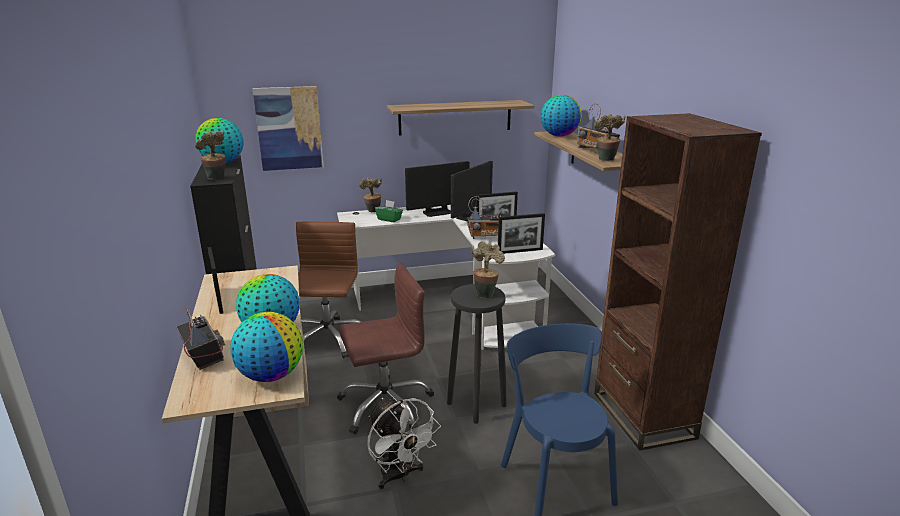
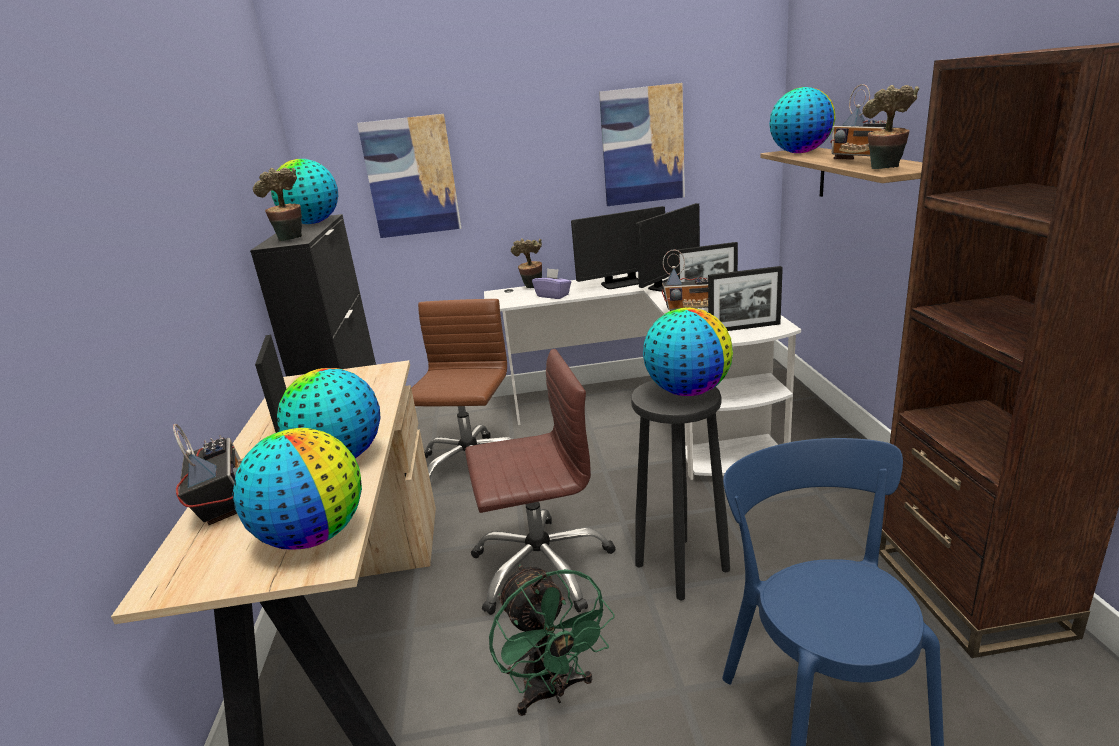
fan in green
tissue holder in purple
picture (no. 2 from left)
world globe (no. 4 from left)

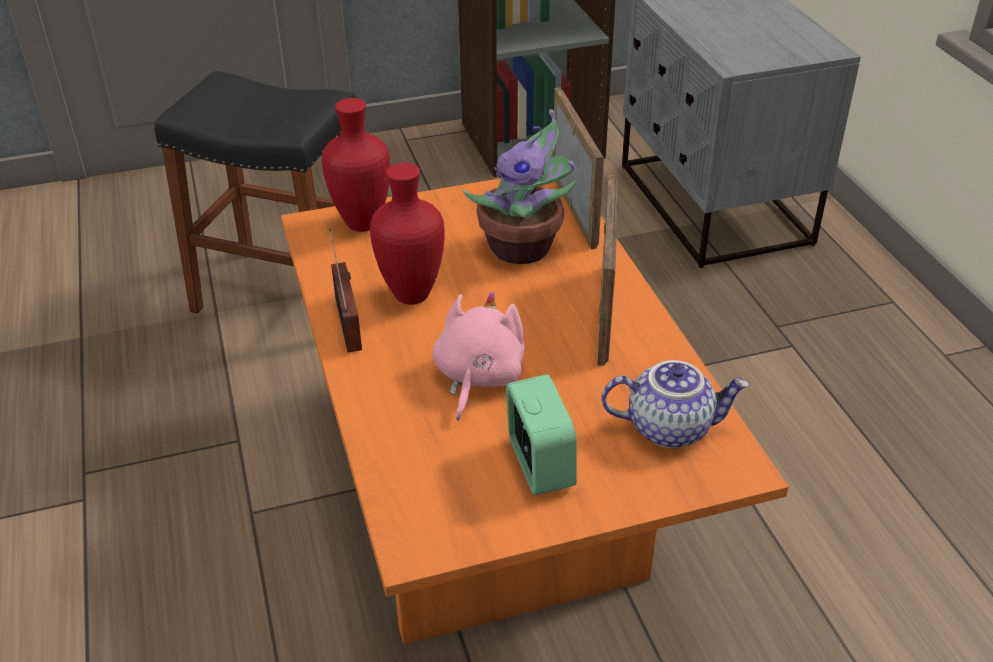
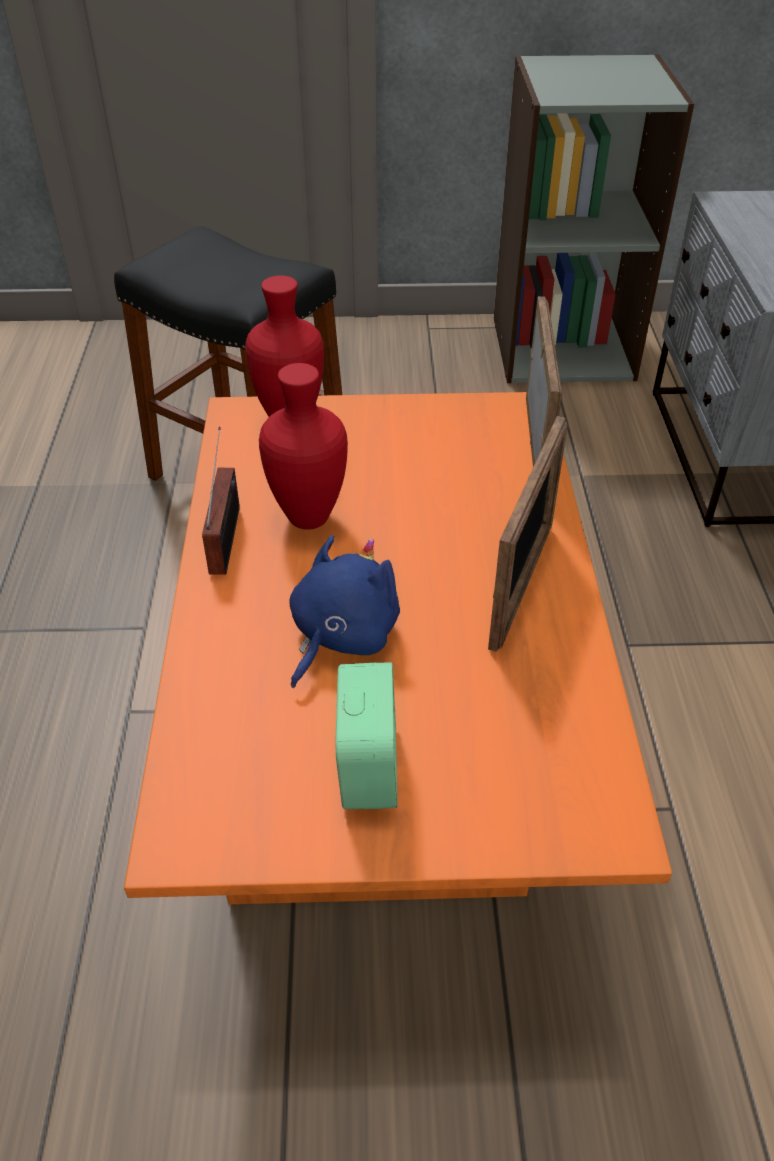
cuddly toy in bluish
houseplant
teapot

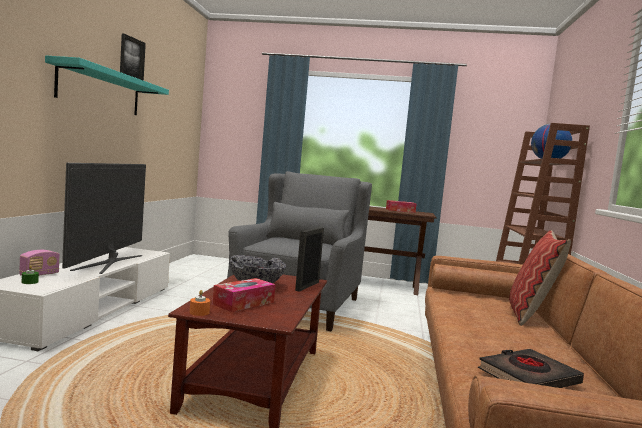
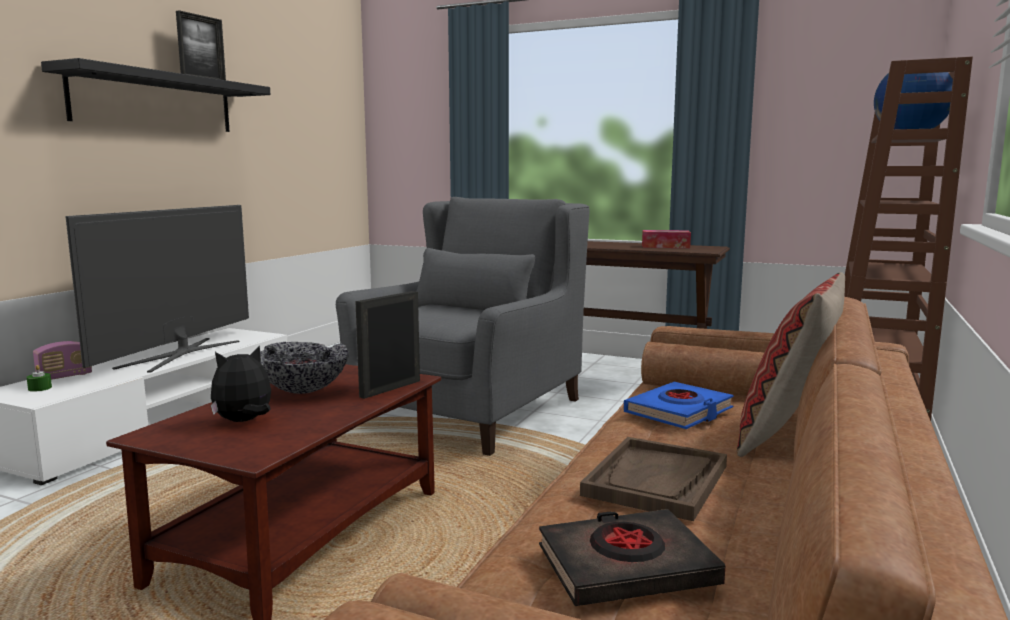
shelf in black
cuddly toy
carrying tray in brown-coloured
bound book in bluish
wax candle in orange-coloured

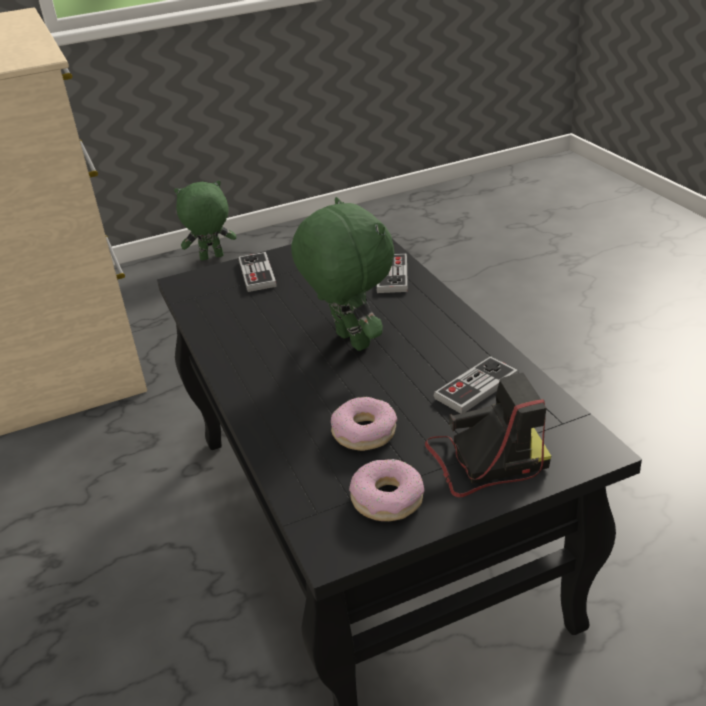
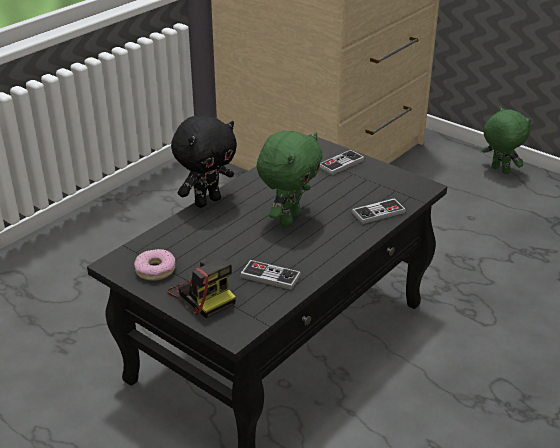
cuddly toy in black
doughnut (no. 1 from left in the first image)

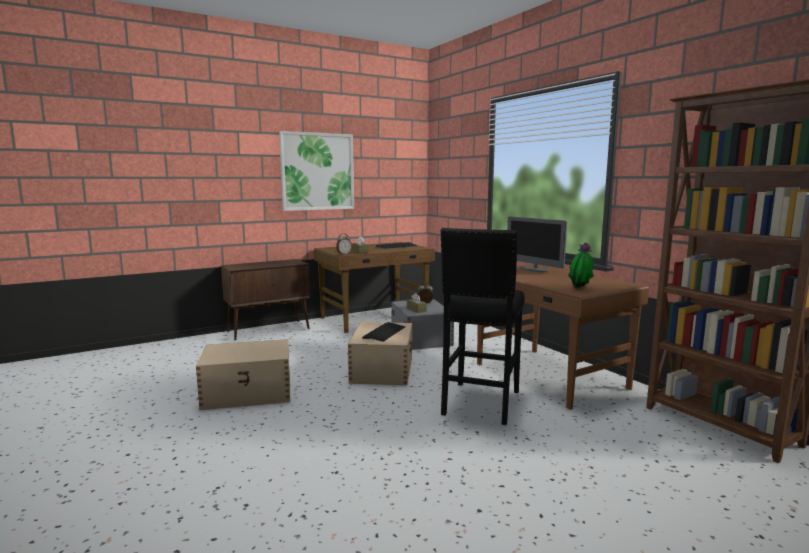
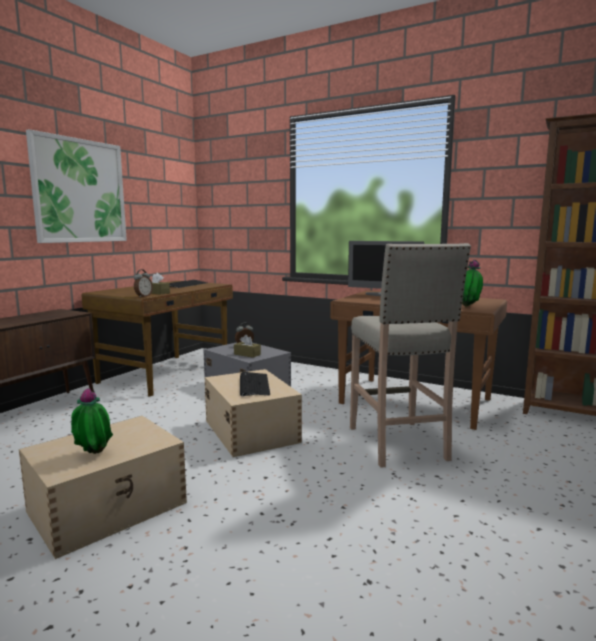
houseplant (no. 1 from left)
sitting stool in beige

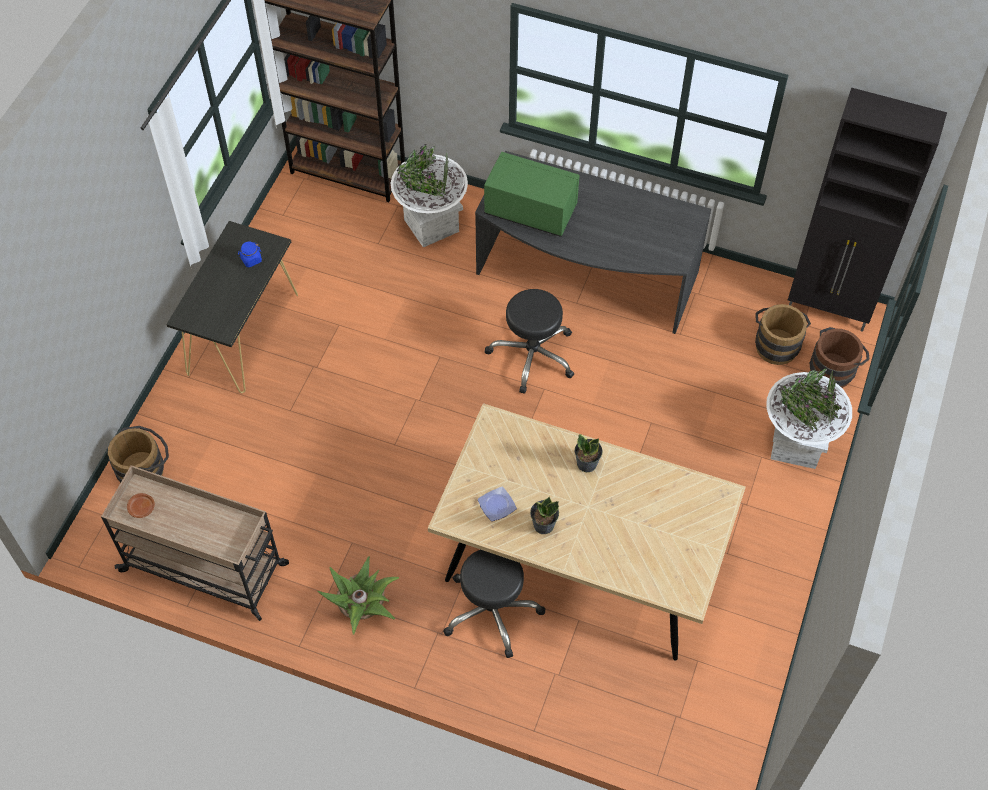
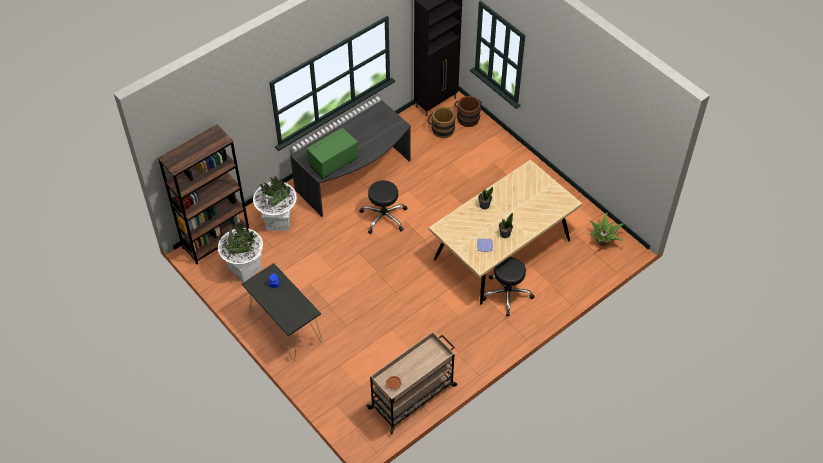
flower pot in white-coloured (no. 1 from left)
houseplant (no. 3 from left)
water bucket in brown-coloured (no. 1 from left in the first image)

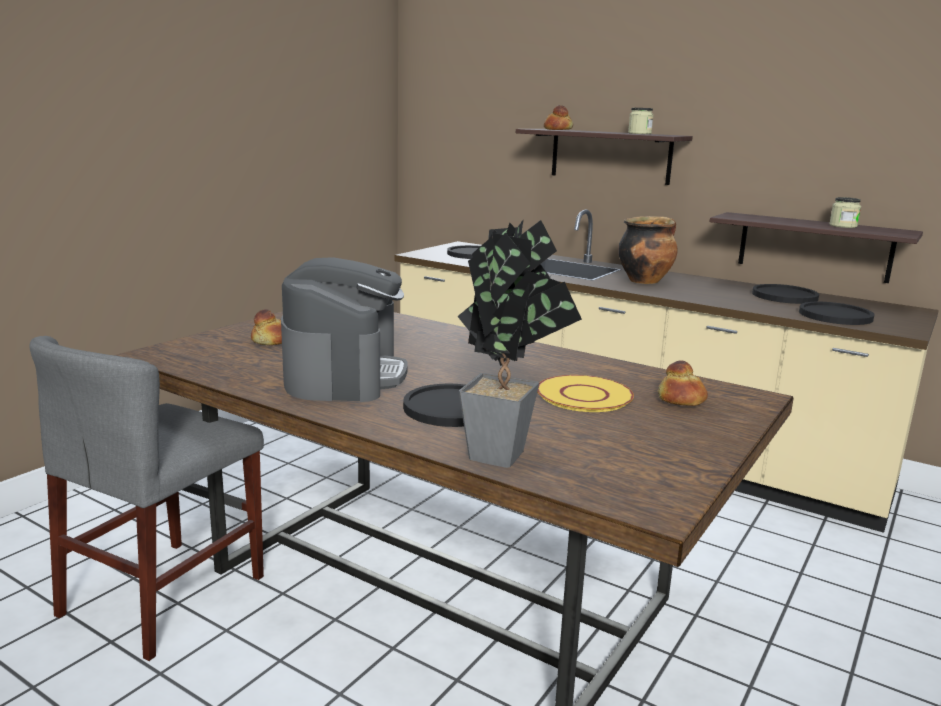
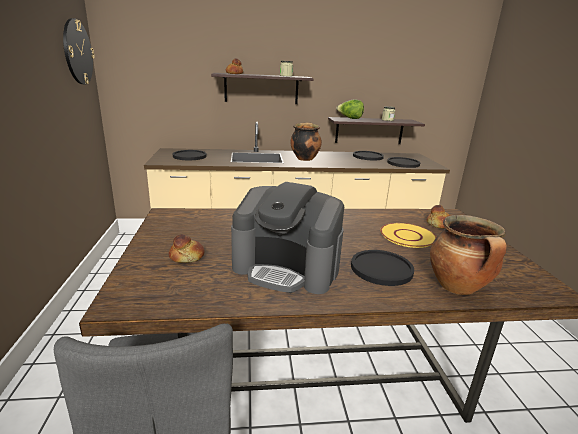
wall clock
coffee machine
lettuce head
cooking pot (no. 2 from left)

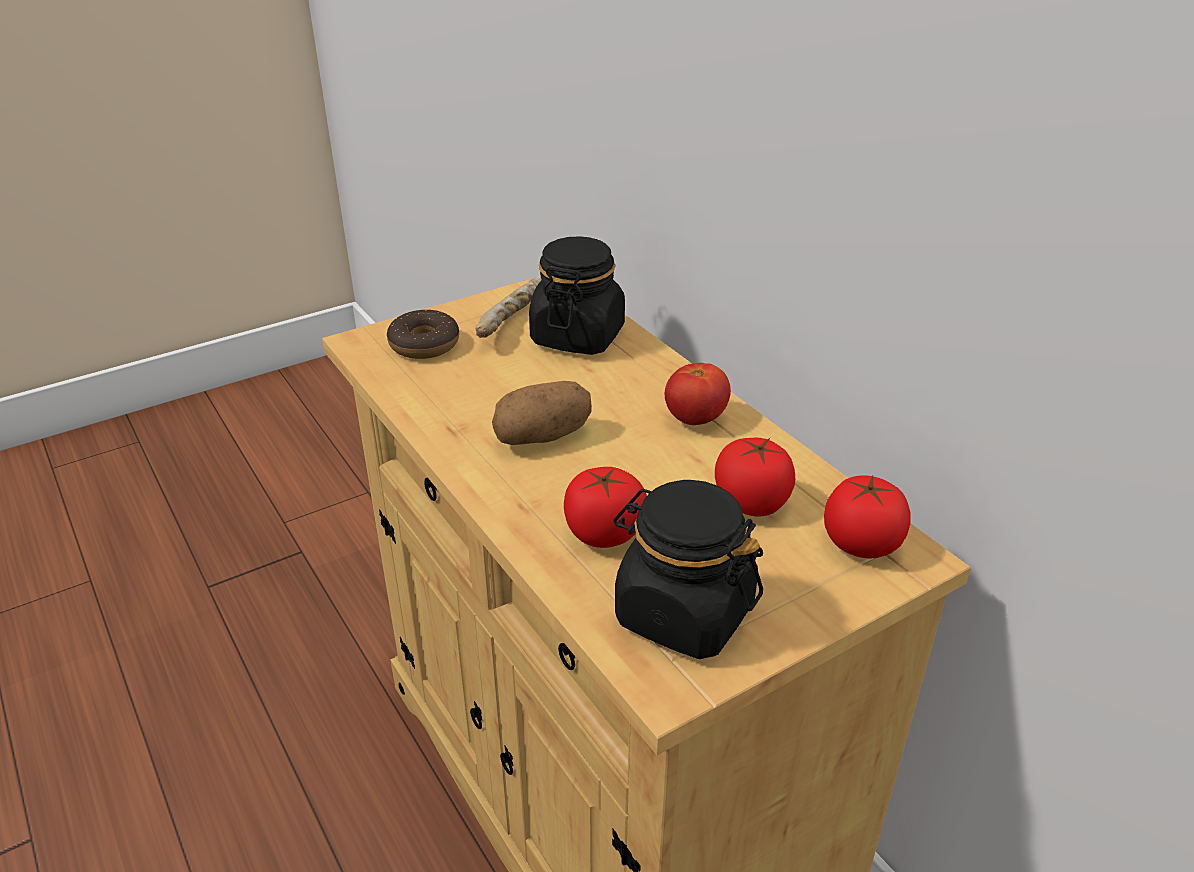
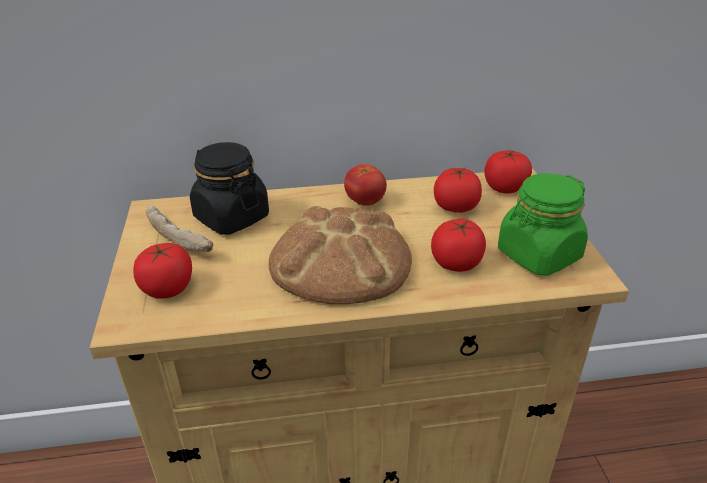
whole tomato (no. 1 from left)
bakery bread (no. 2 from left)
storage jar in green

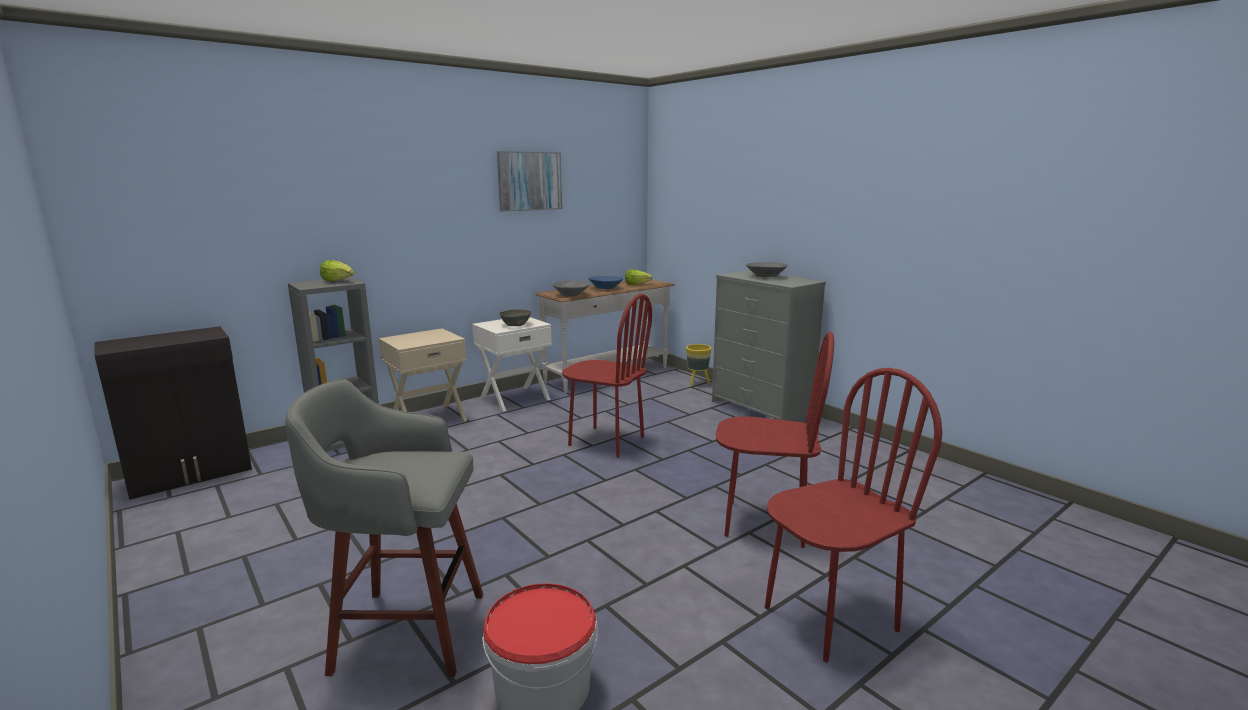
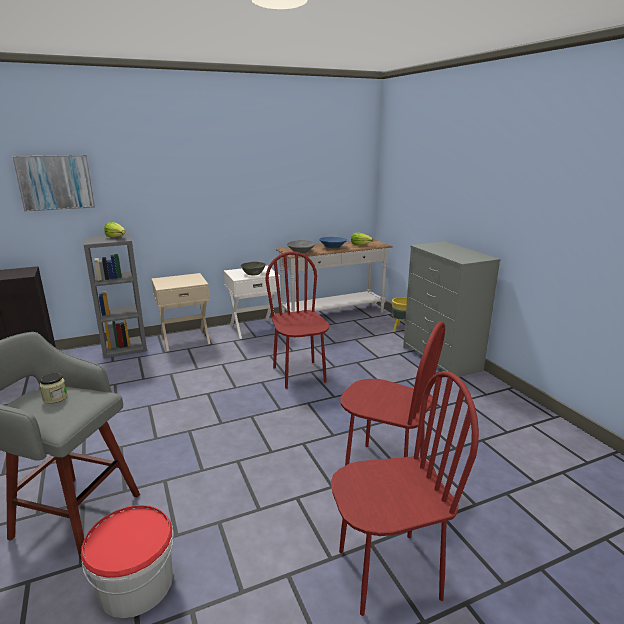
picture
storage jar
upright chair in red-coloured (no. 1 from left)
bowl in gray (no. 3 from left in the first image)

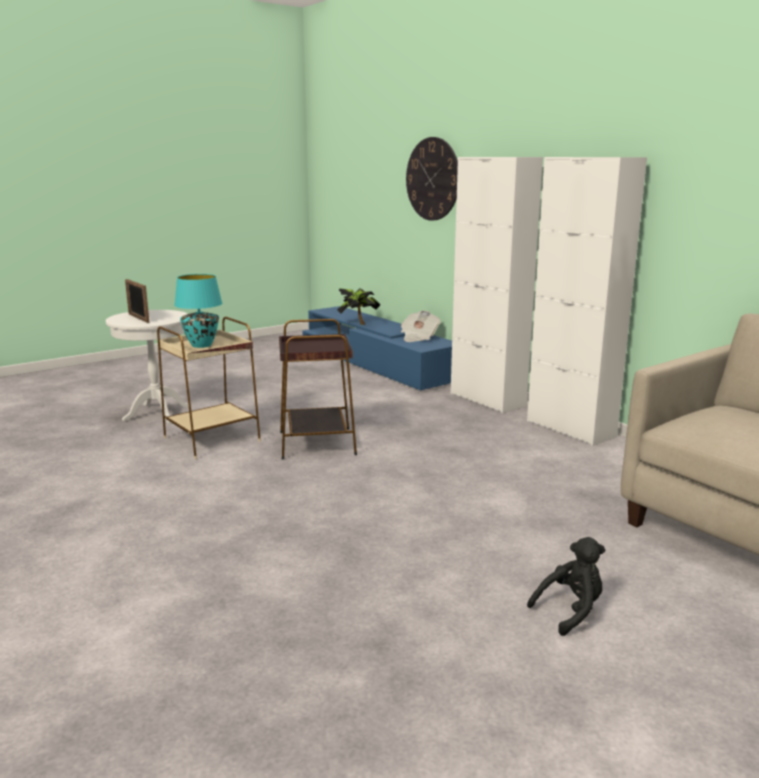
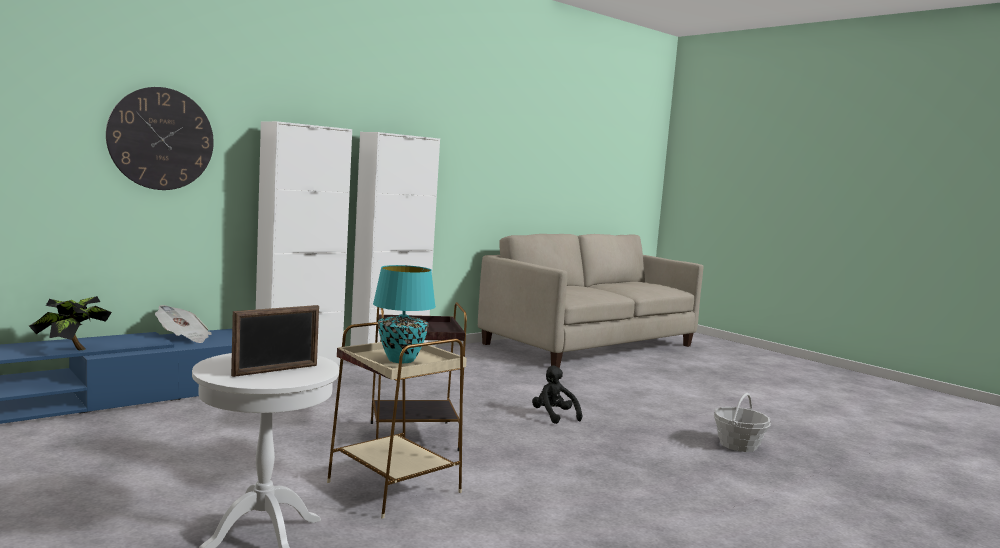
cuddly toy in black
storage basket

